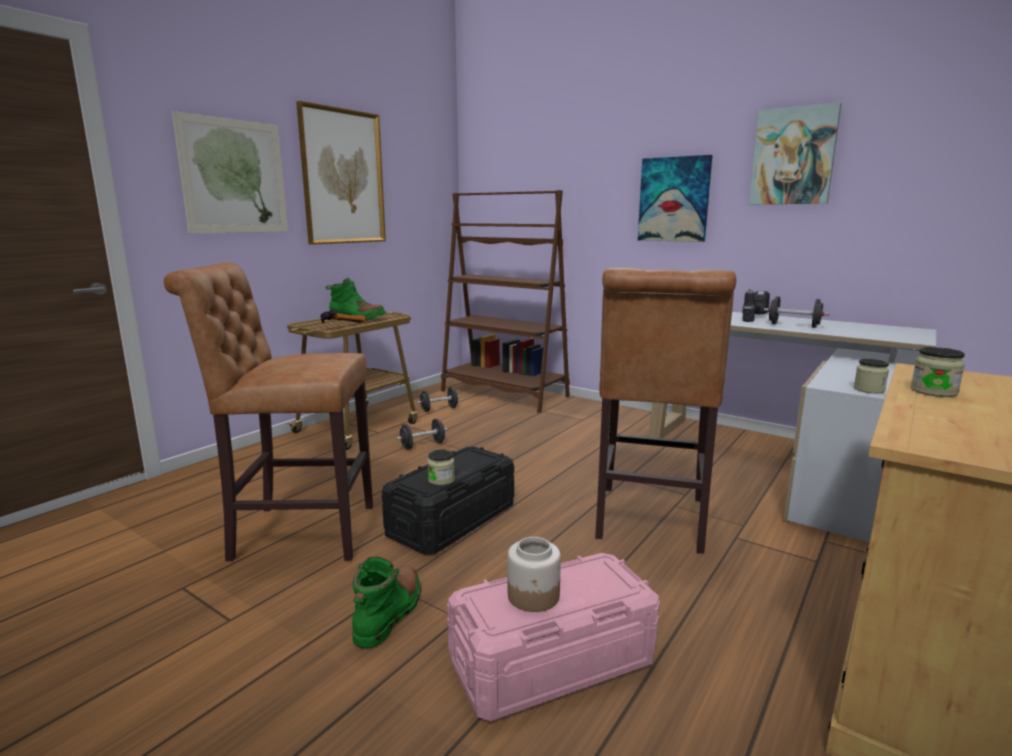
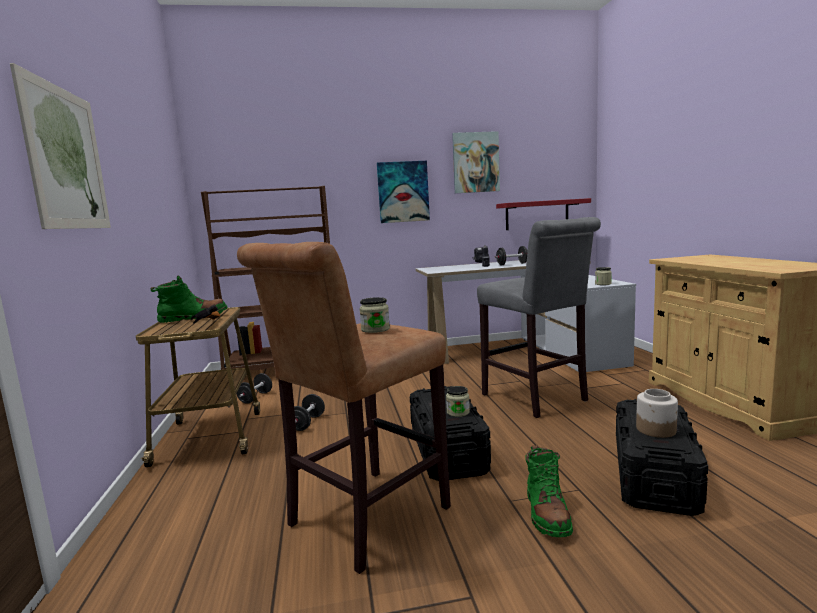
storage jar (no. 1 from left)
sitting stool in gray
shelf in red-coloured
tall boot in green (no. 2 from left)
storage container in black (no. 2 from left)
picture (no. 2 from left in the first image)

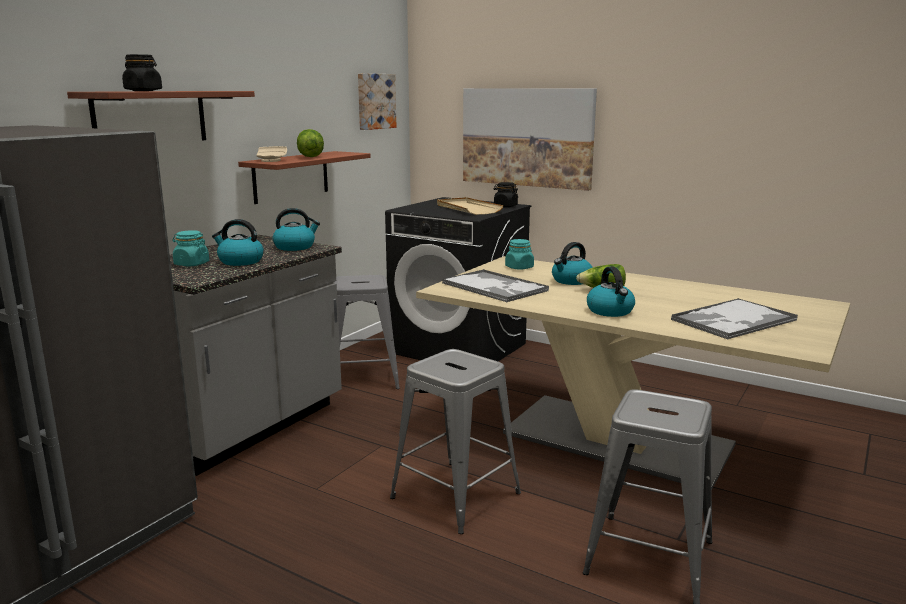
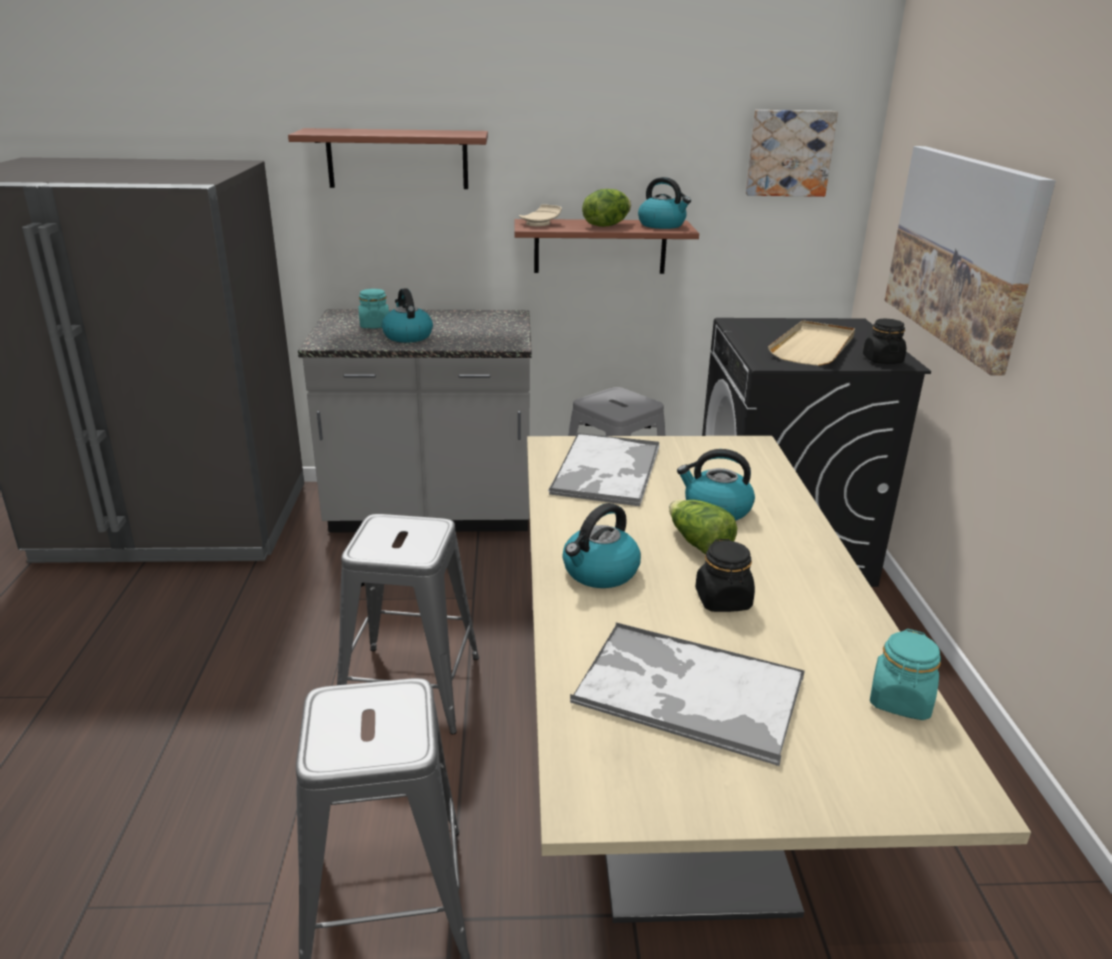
tea kettle (no. 3 from left)
storage jar in black (no. 1 from left)
storage jar in blue-green (no. 2 from left)

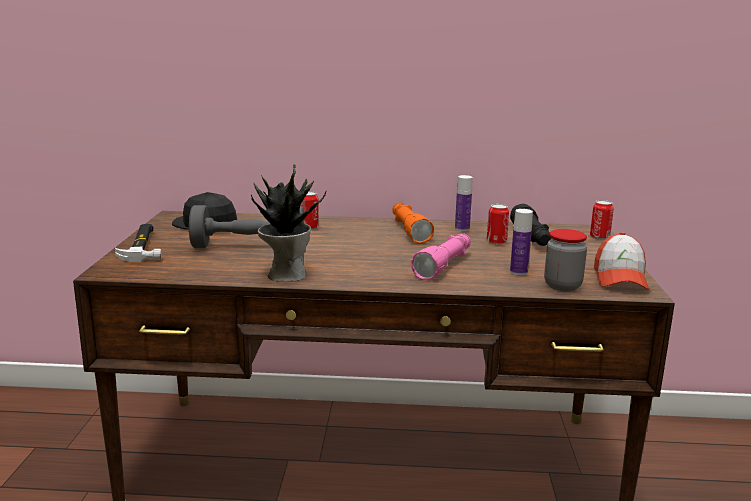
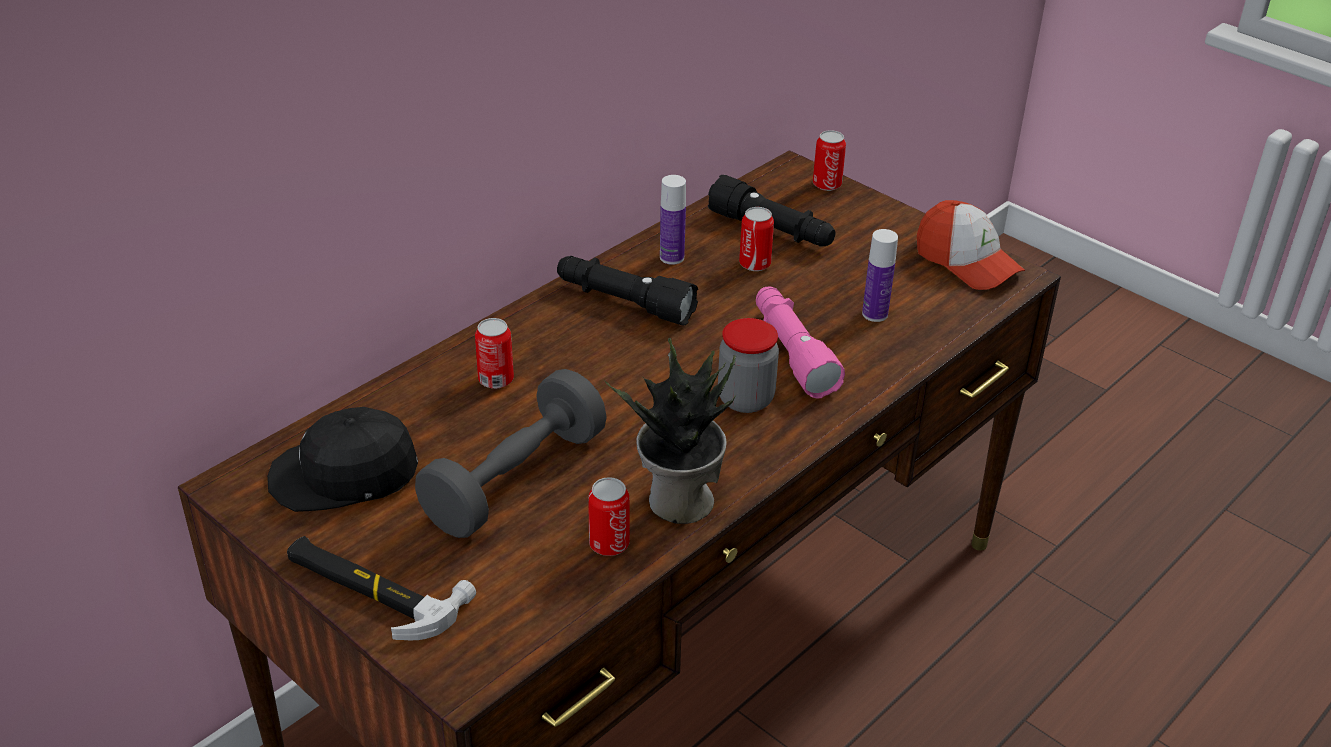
torch in black (no. 1 from left)
metal can (no. 2 from left)
storage jar

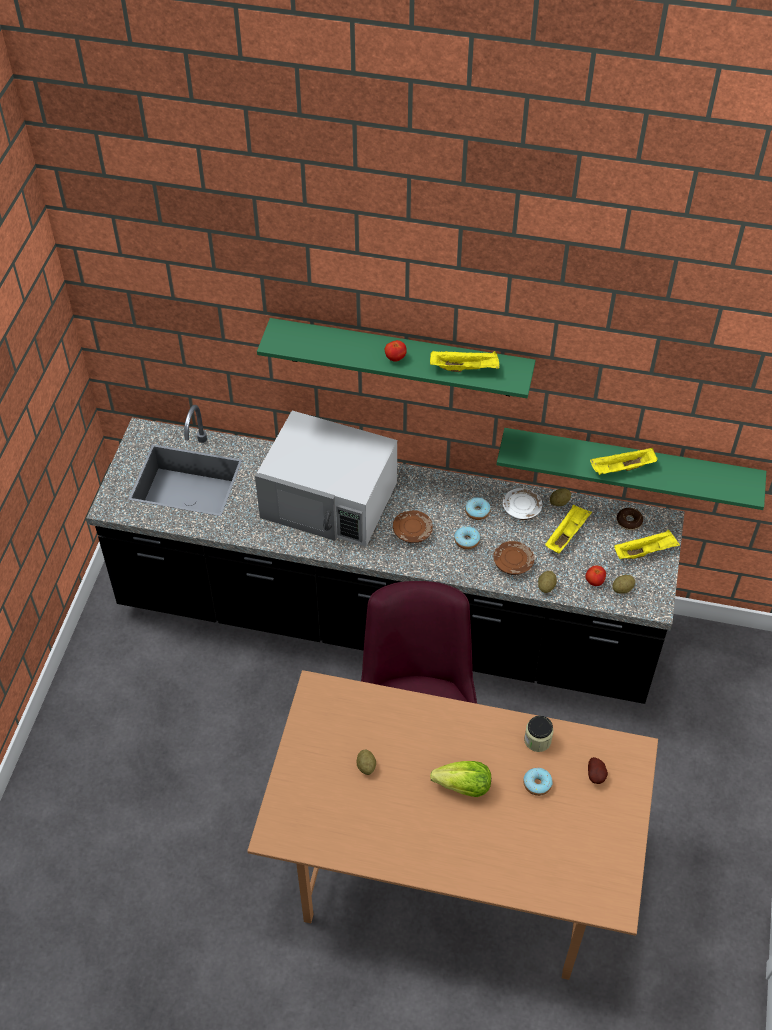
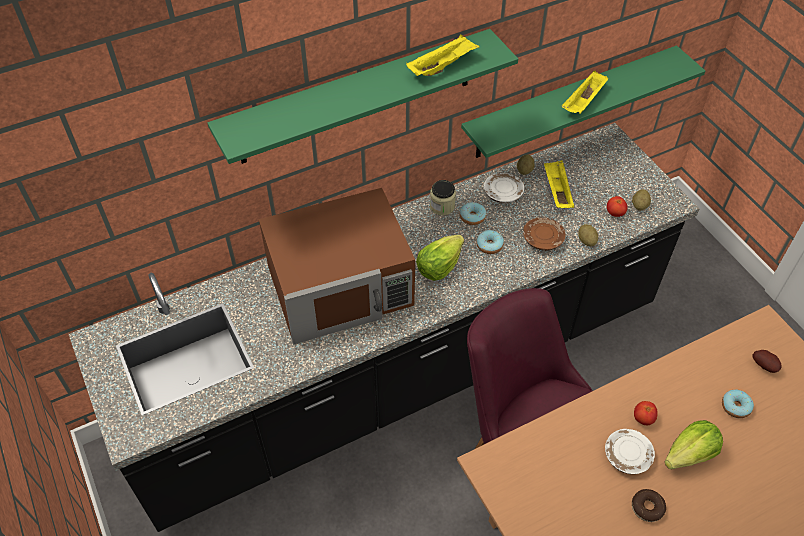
microwave oven in brown-coloured
lettuce head (no. 1 from left)
storage jar
plate in white-coloured (no. 2 from left)
doughnut (no. 3 from left)
whole tomato (no. 2 from left)
potato (no. 1 from left in the first image)
carrying tray in yellowish (no. 4 from left in the first image)

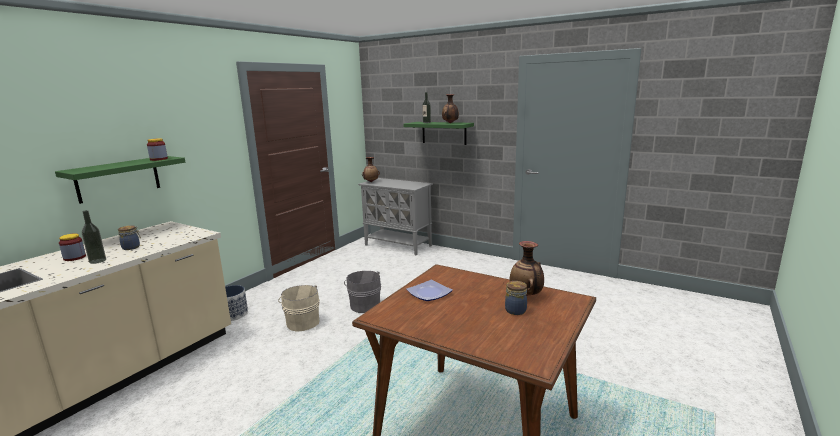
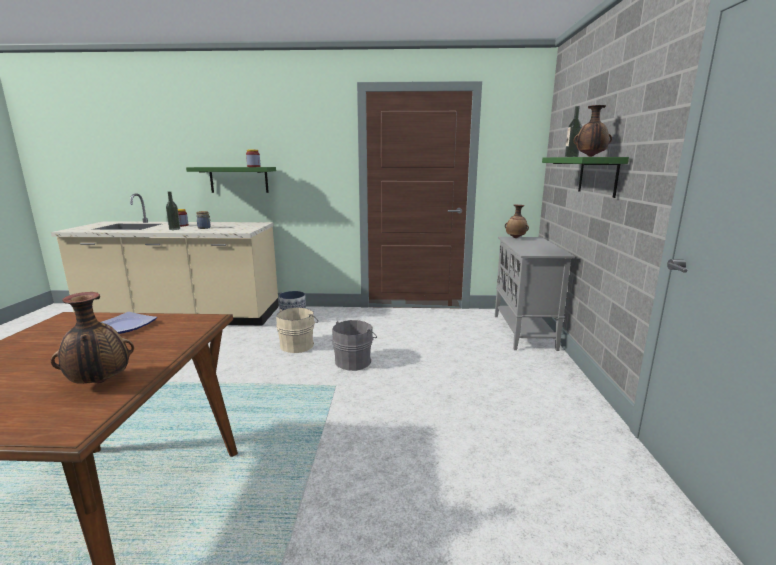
storage jar (no. 4 from left in the first image)

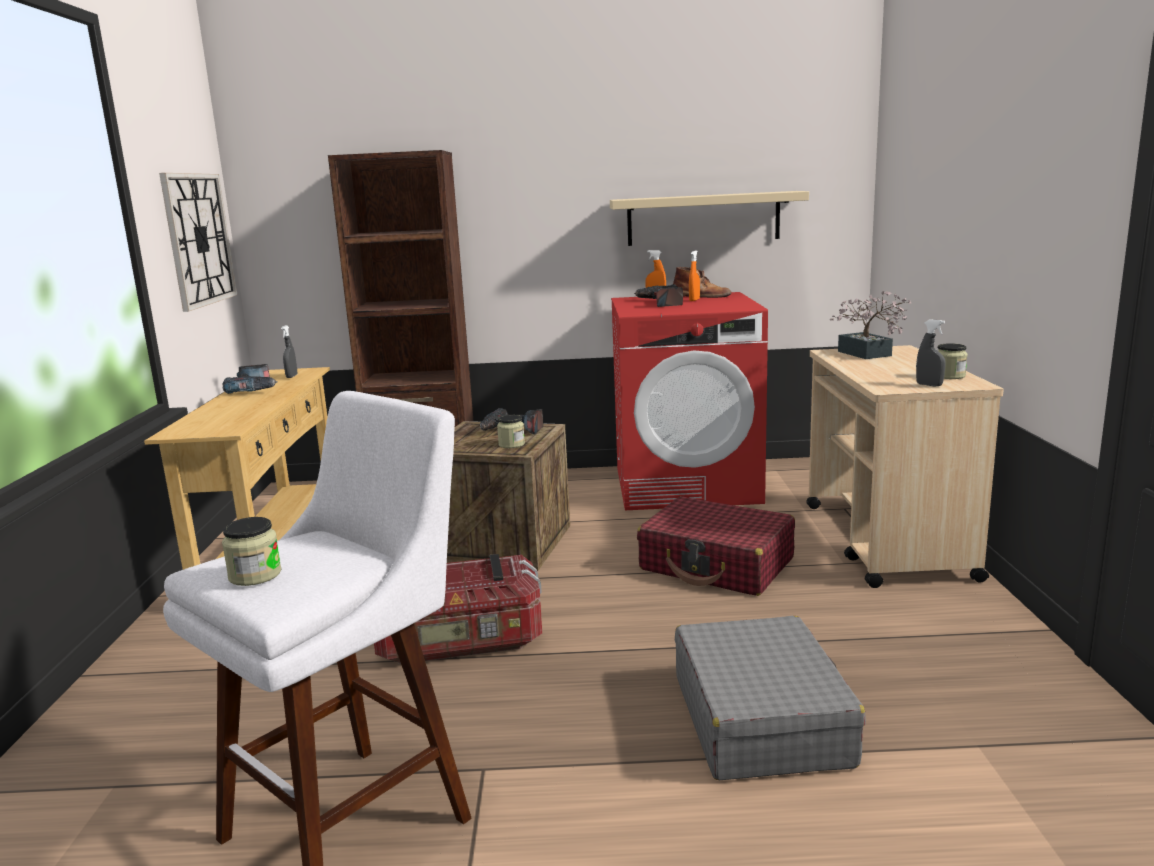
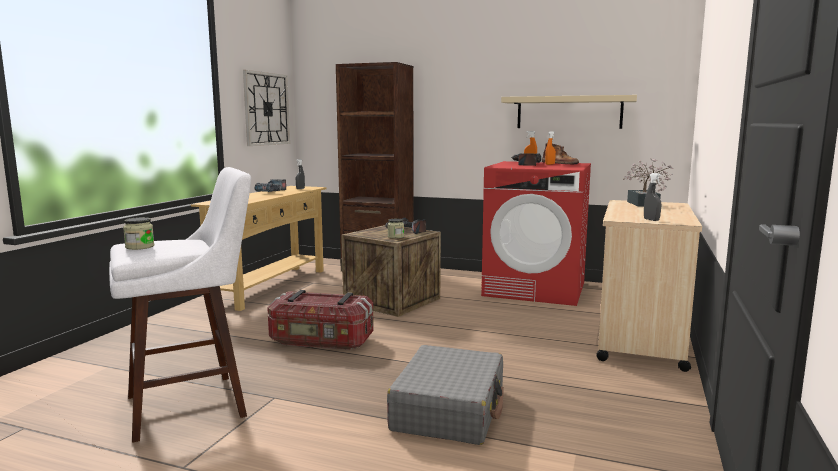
piece of luggage in red-coloured
storage jar (no. 3 from left in the first image)

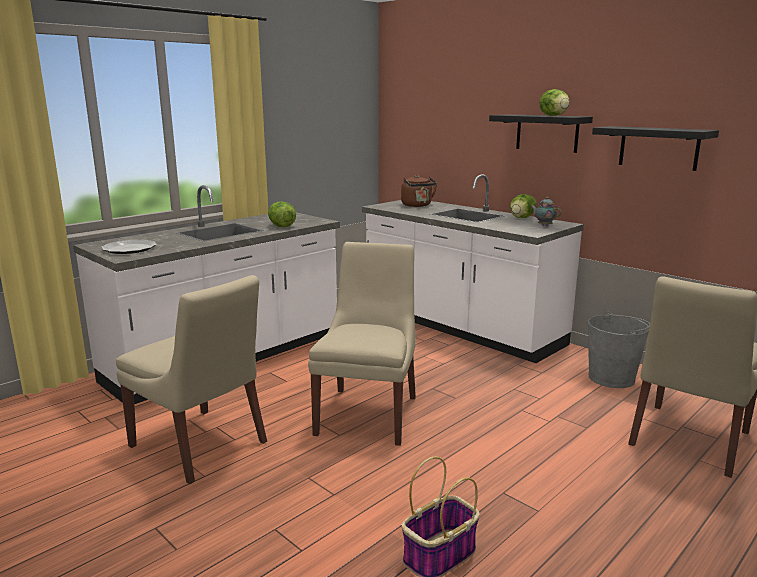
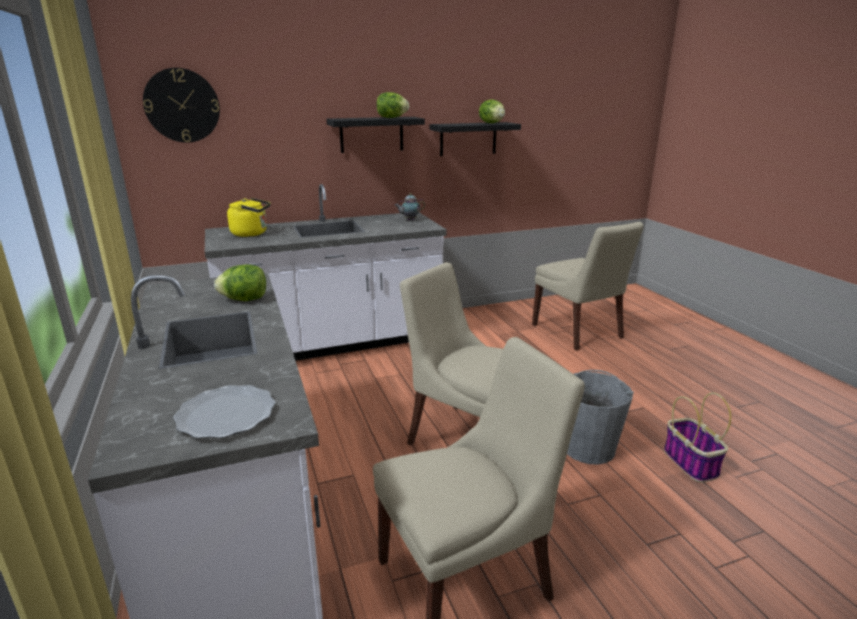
wall clock
tea kettle in yellowish
lettuce head (no. 3 from left)
water bucket in gray

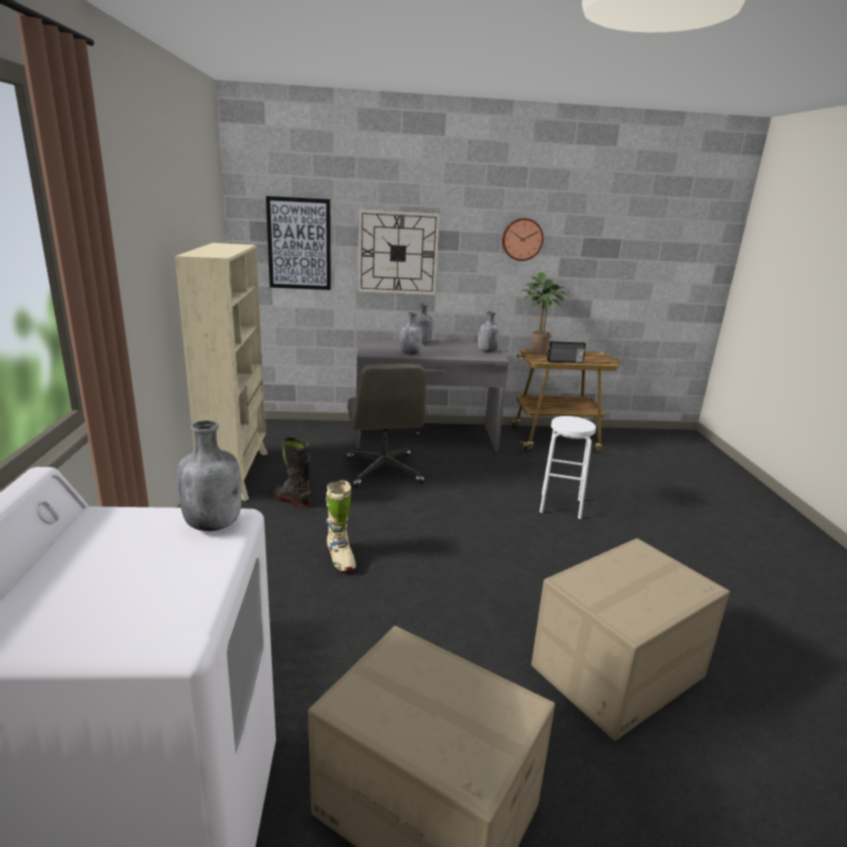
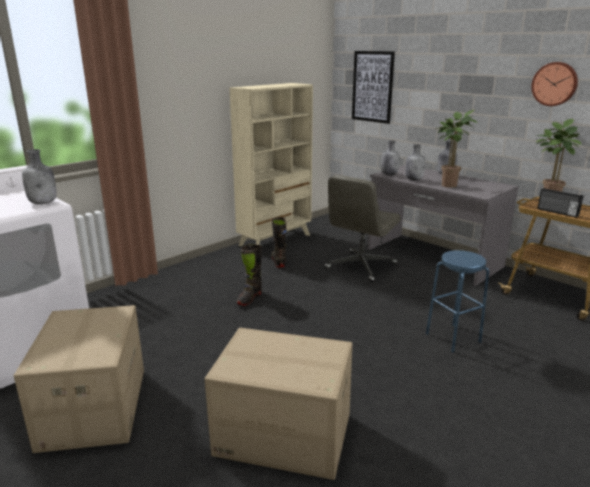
tall boot in black (no. 1 from left)
beverage bottle in gray (no. 2 from left)
sitting stool in bluish
houseplant (no. 1 from left)
wall clock (no. 1 from left in the first image)

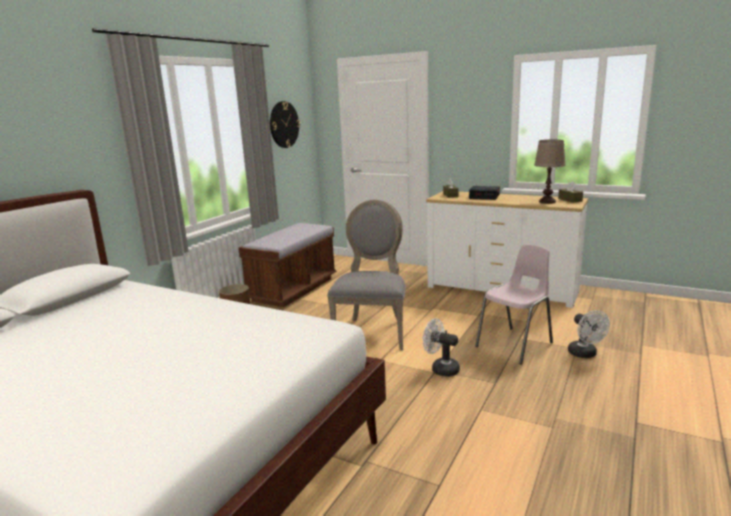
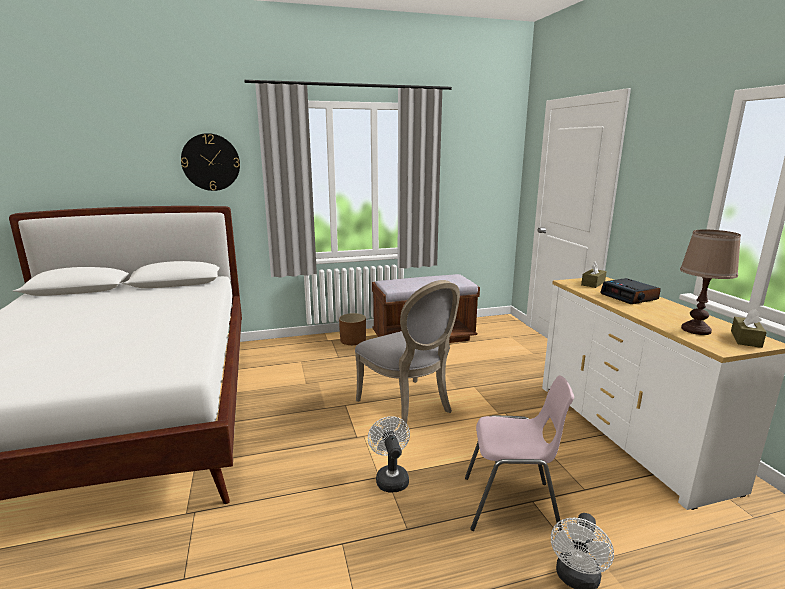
wall clock
upright chair in gray

